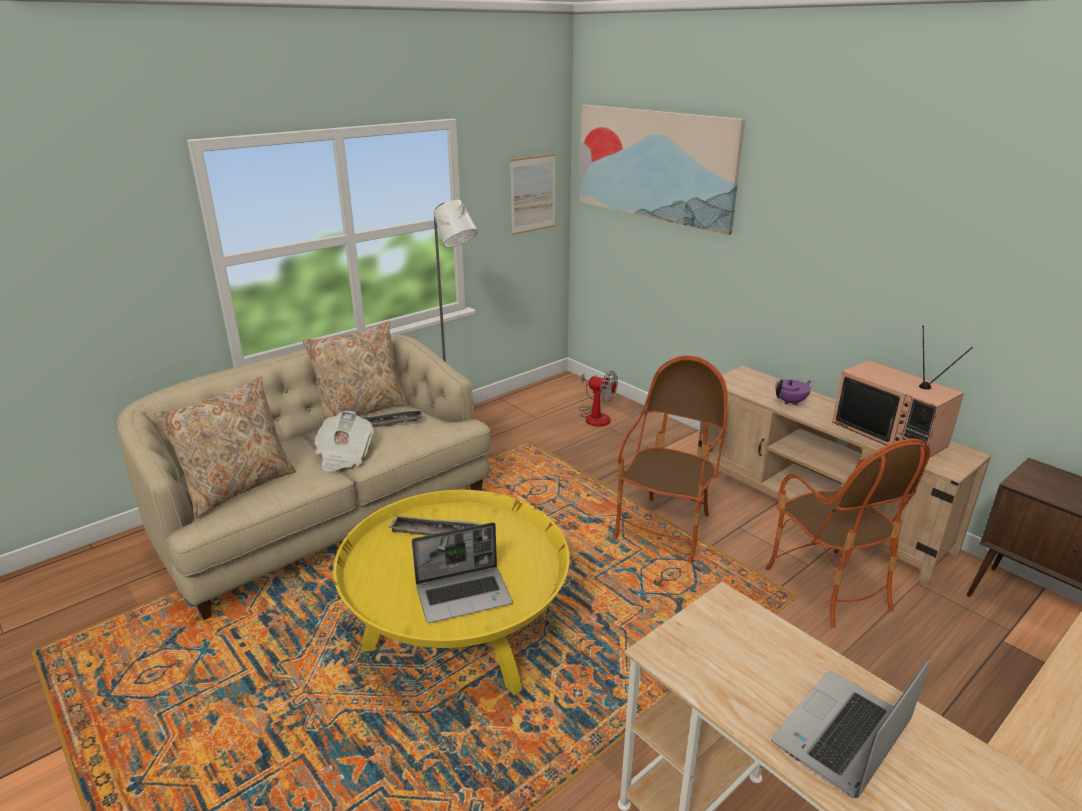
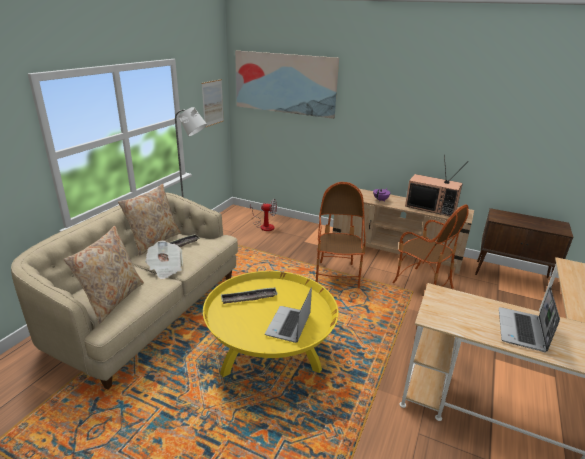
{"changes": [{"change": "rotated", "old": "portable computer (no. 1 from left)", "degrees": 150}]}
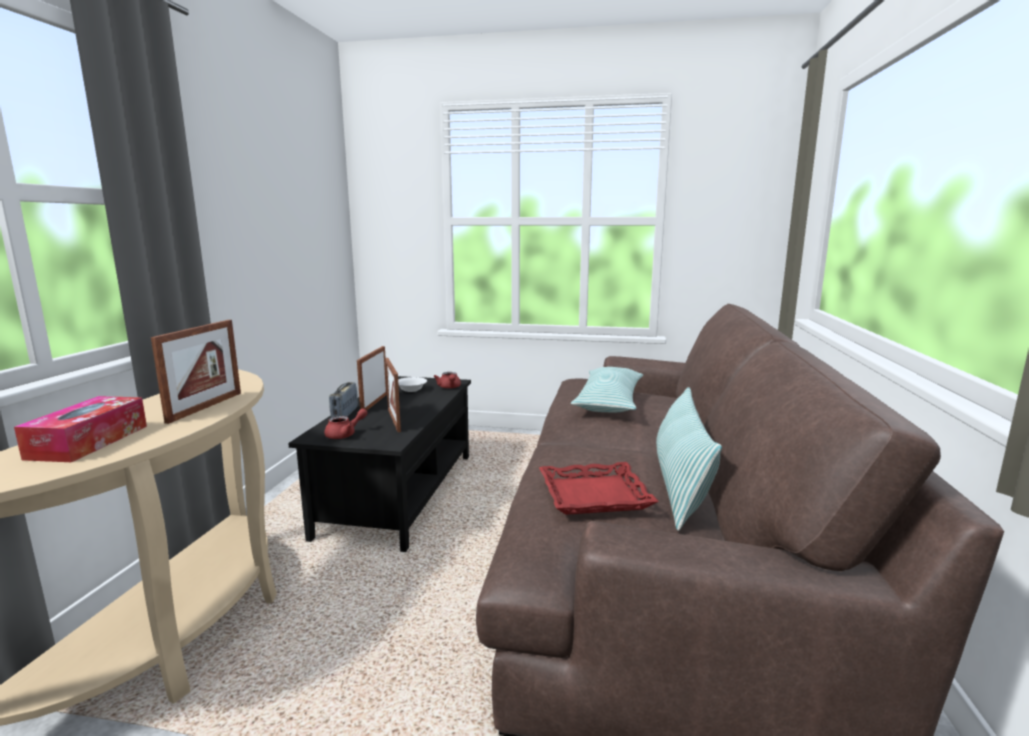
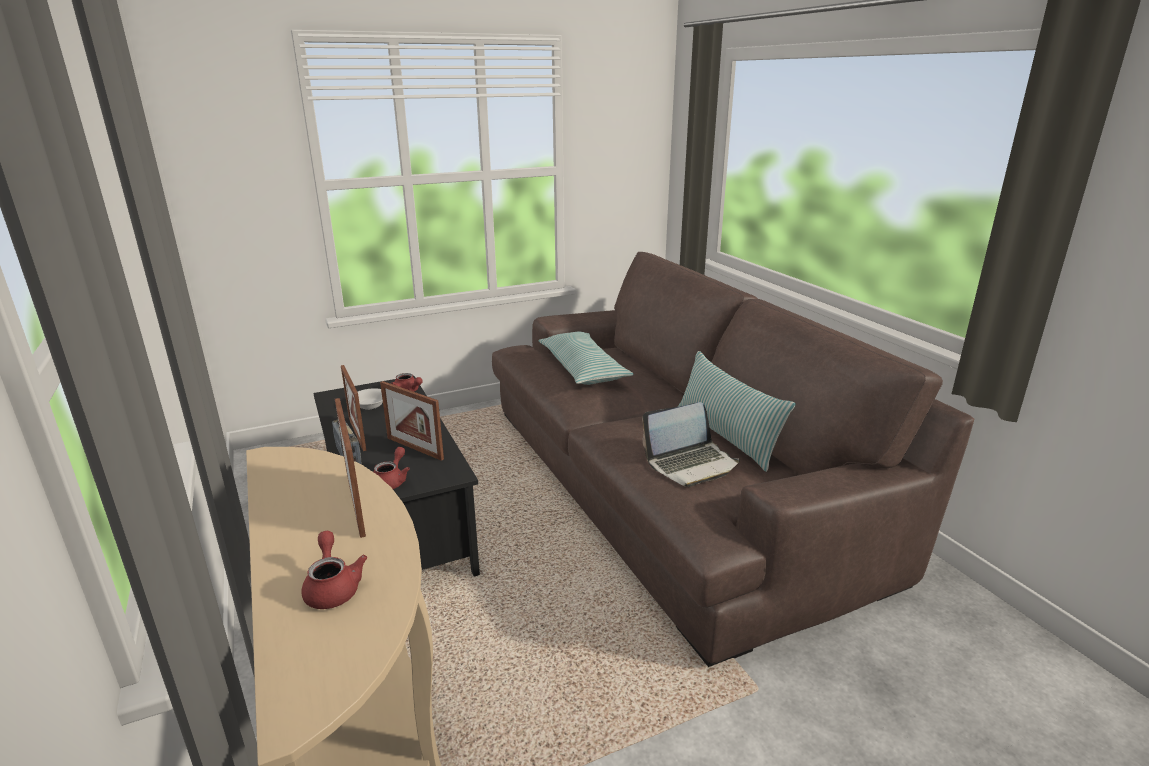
{"changes": [{"change": "swapped", "old": "box of tissues", "new": "pot for tea (red) (no. 1 from left)"}, {"change": "swapped", "old": "carrying tray (red)", "new": "portable computer"}]}
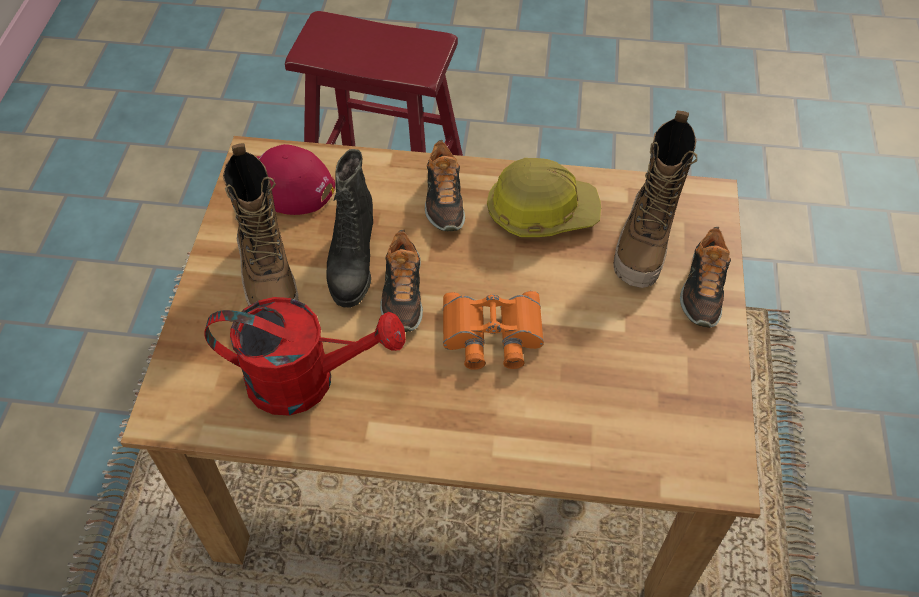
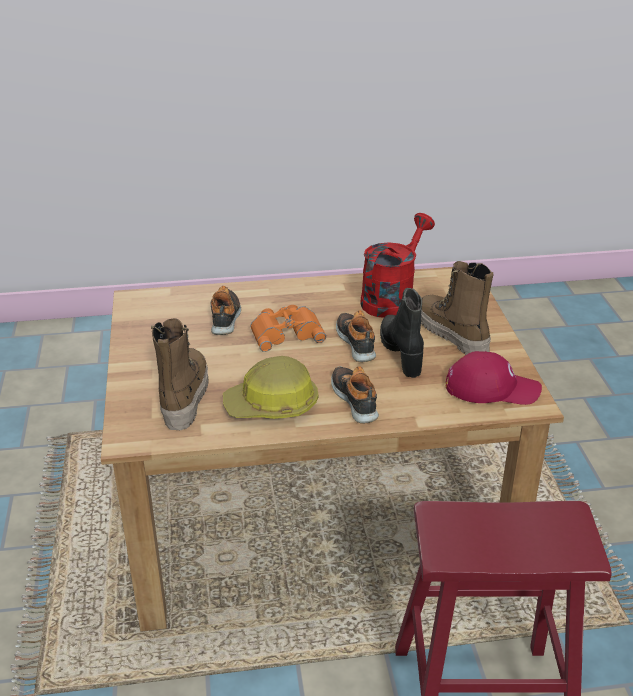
{"changes": [{"change": "shifted", "old": "item of footwear (no. 3 from left in the first image)", "new": "item of footwear (no. 1 from left)"}, {"change": "rotated", "old": "watering can (red)", "degrees": 135}]}
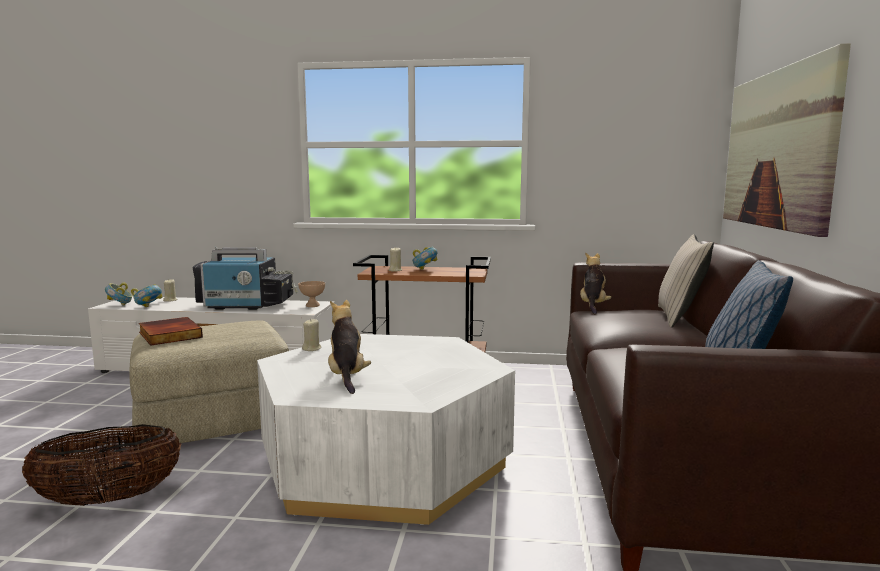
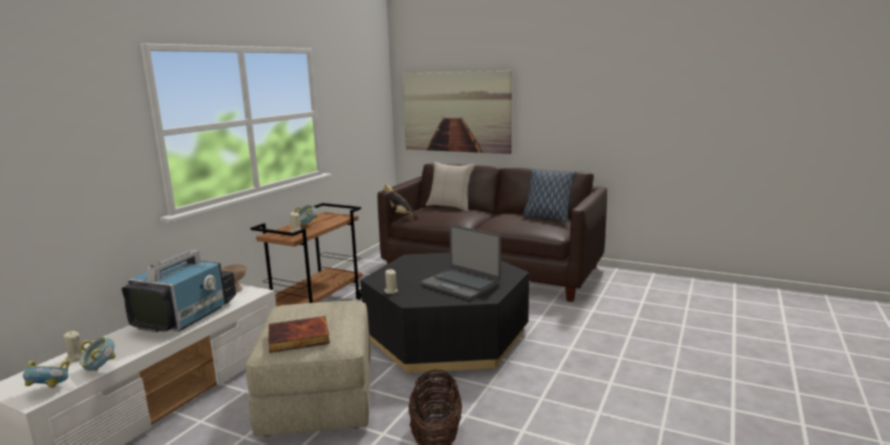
{"changes": [{"change": "swapped", "old": "soft toy (no. 1 from left)", "new": "portable computer"}, {"change": "repainted", "old": "coffee table (whitish)", "new": "coffee table (black)"}]}
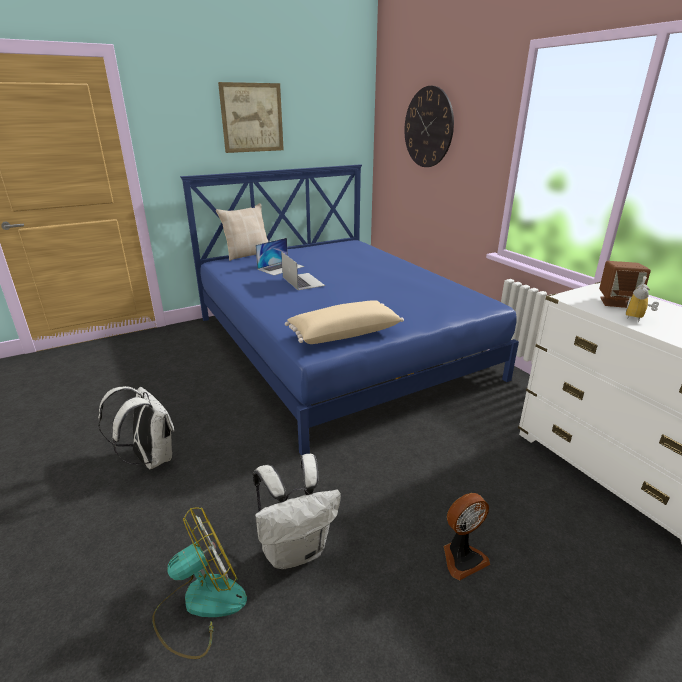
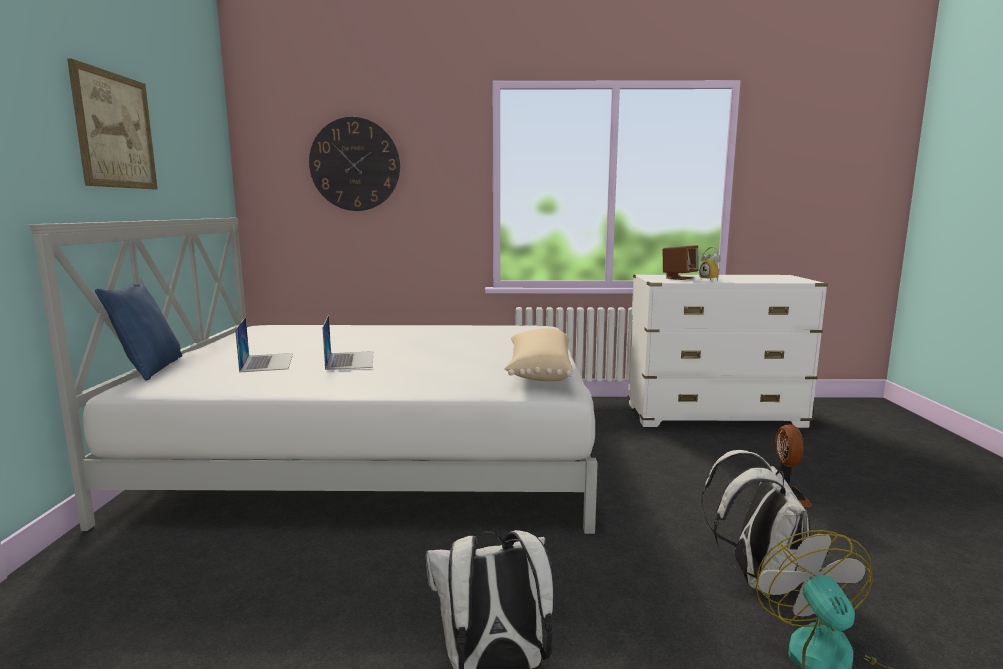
{"changes": [{"change": "repainted", "old": "bedroom bed (bluish)", "new": "bedroom bed (whitish)"}, {"change": "repainted", "old": "throw pillow (sand-coloured) (no. 1 from left)", "new": "throw pillow (bluish)"}, {"change": "rotated", "old": "portable computer (no. 2 from left)", "degrees": 75}]}
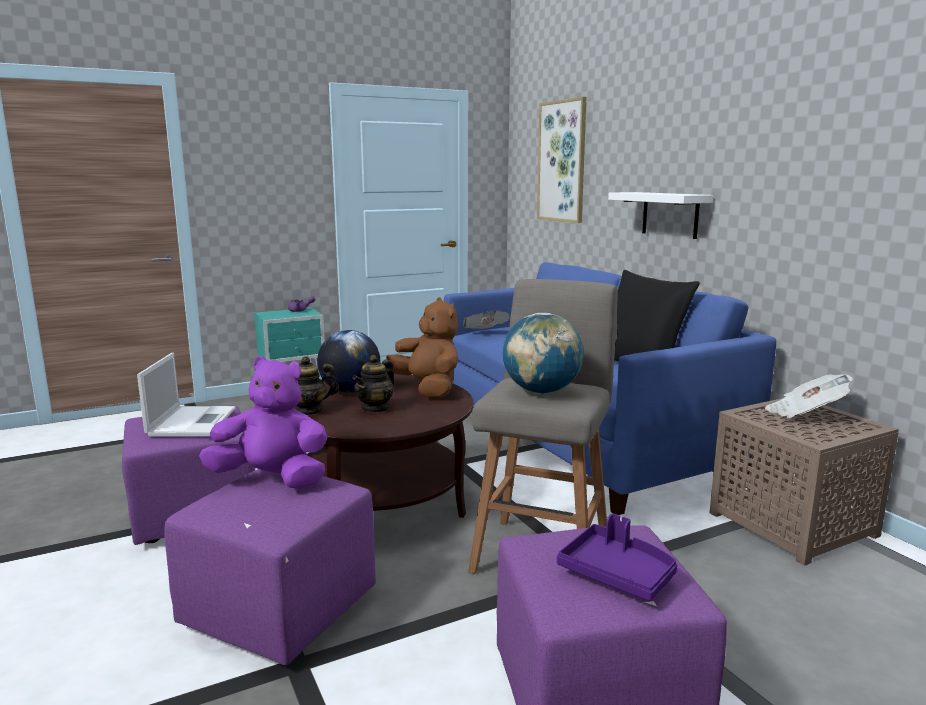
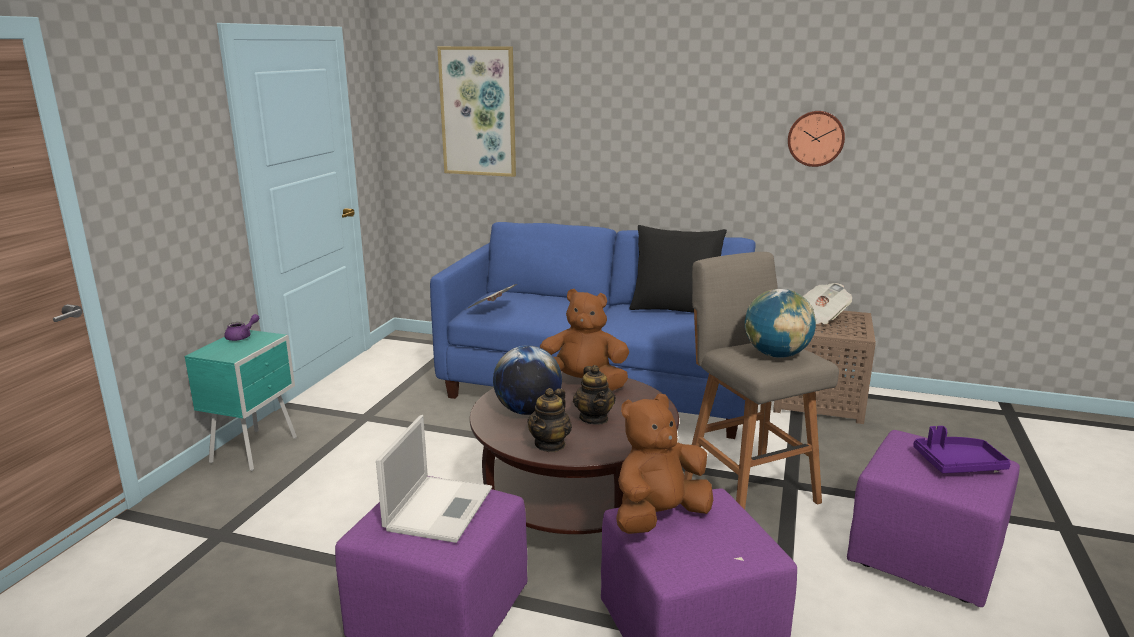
{"changes": [{"change": "gone", "old": "bracket shelf (whitish)"}, {"change": "rotated", "old": "portable computer", "degrees": 60}, {"change": "repainted", "old": "soft toy (purplish)", "new": "soft toy (brown) (no. 2 from left)"}, {"change": "new", "new": "hanging clock"}]}
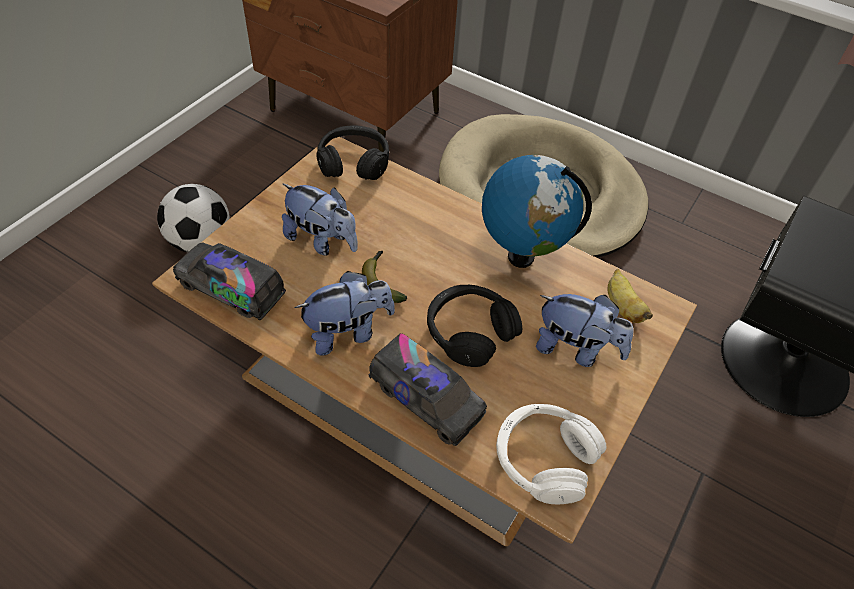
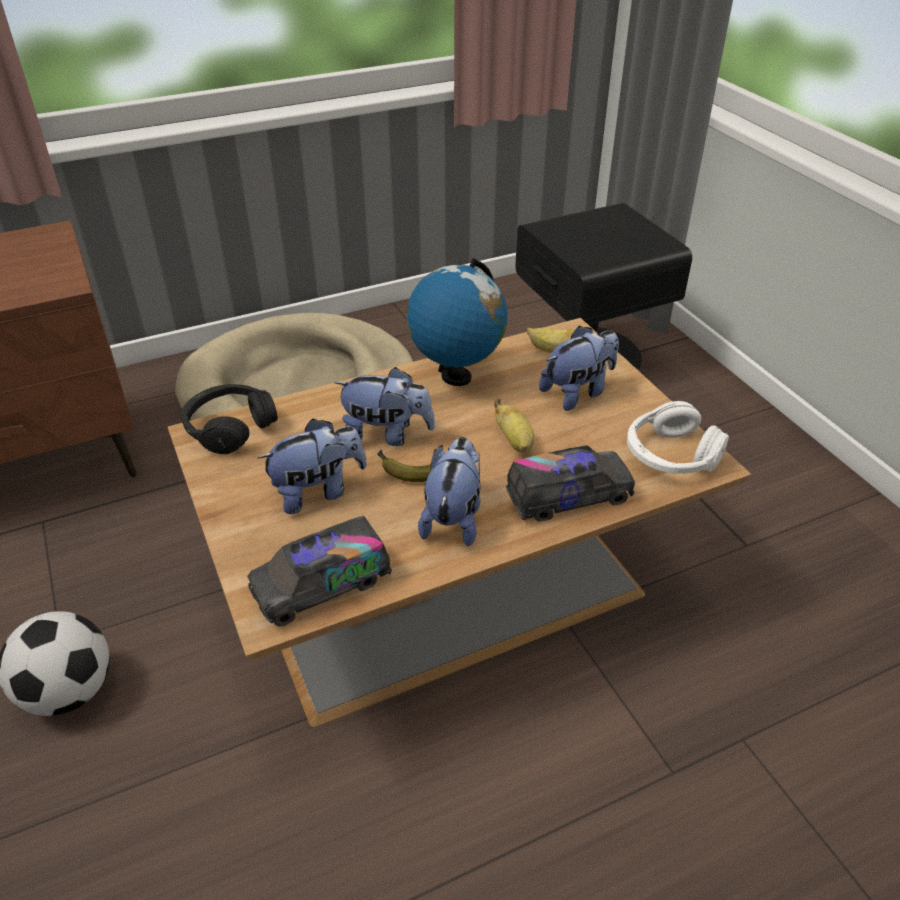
{"changes": [{"change": "swapped", "old": "headphones (black) (no. 2 from left)", "new": "whole banana (no. 2 from left)"}, {"change": "new", "new": "soft toy (no. 2 from left)"}]}
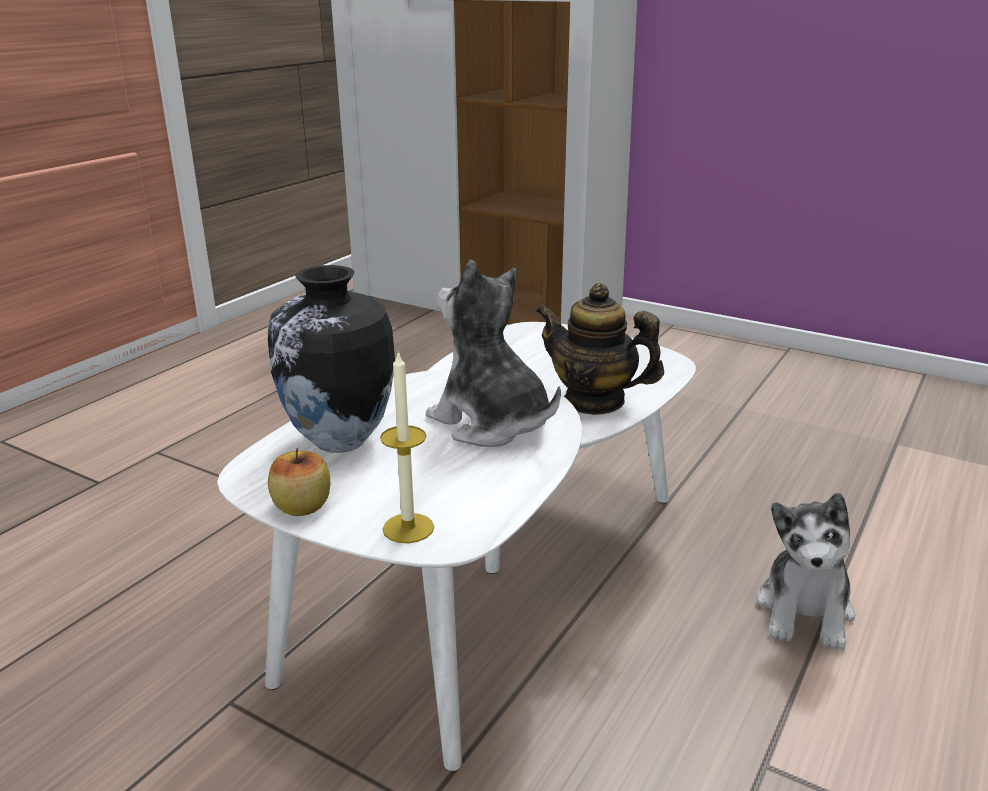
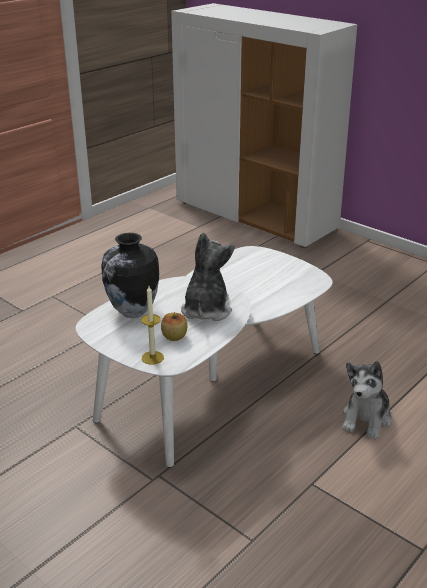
{"changes": [{"change": "rotated", "old": "soft toy (no. 1 from left)", "degrees": 45}, {"change": "gone", "old": "pot for tea"}, {"change": "shifted", "old": "whole apple"}]}
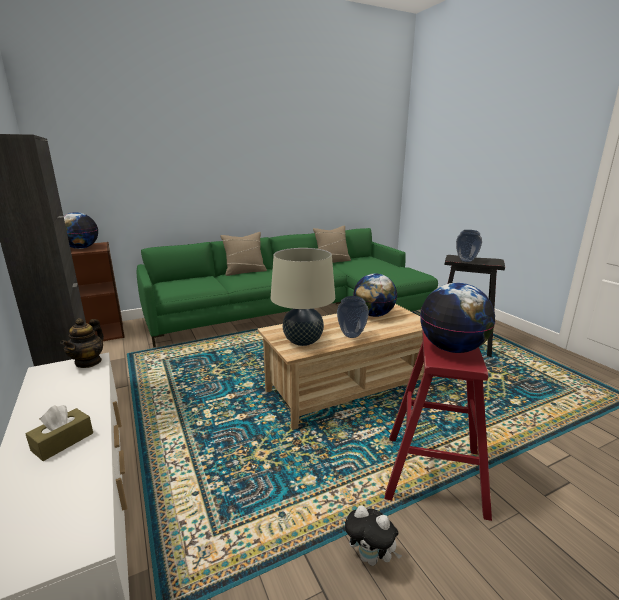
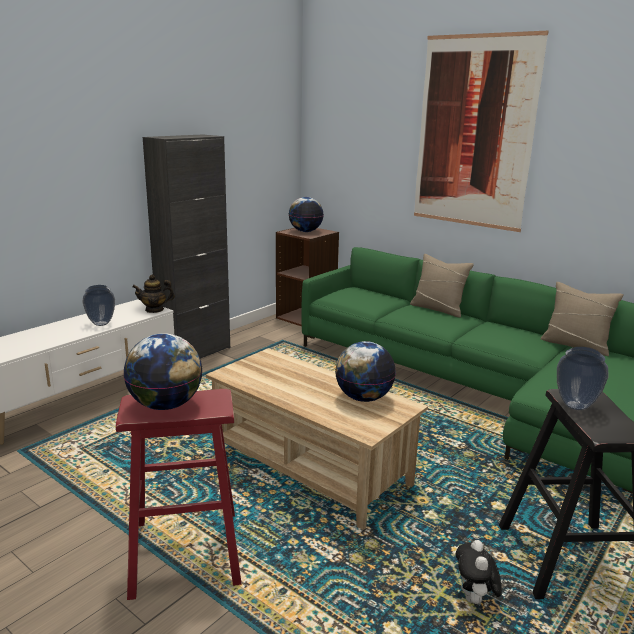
{"changes": [{"change": "gone", "old": "lamp for a table (sand-coloured)"}, {"change": "shifted", "old": "vase (no. 1 from left)"}, {"change": "gone", "old": "box of tissues (brown)"}, {"change": "shifted", "old": "soft toy"}, {"change": "new", "new": "wall art"}]}
